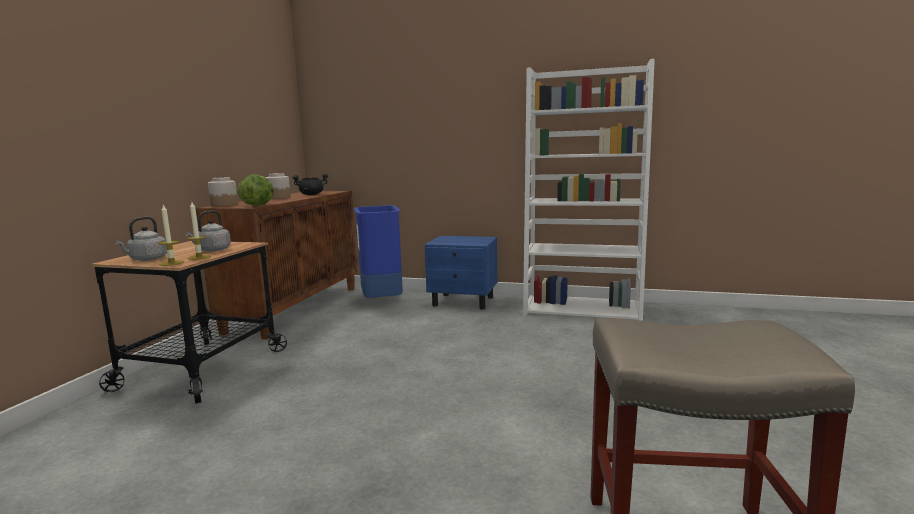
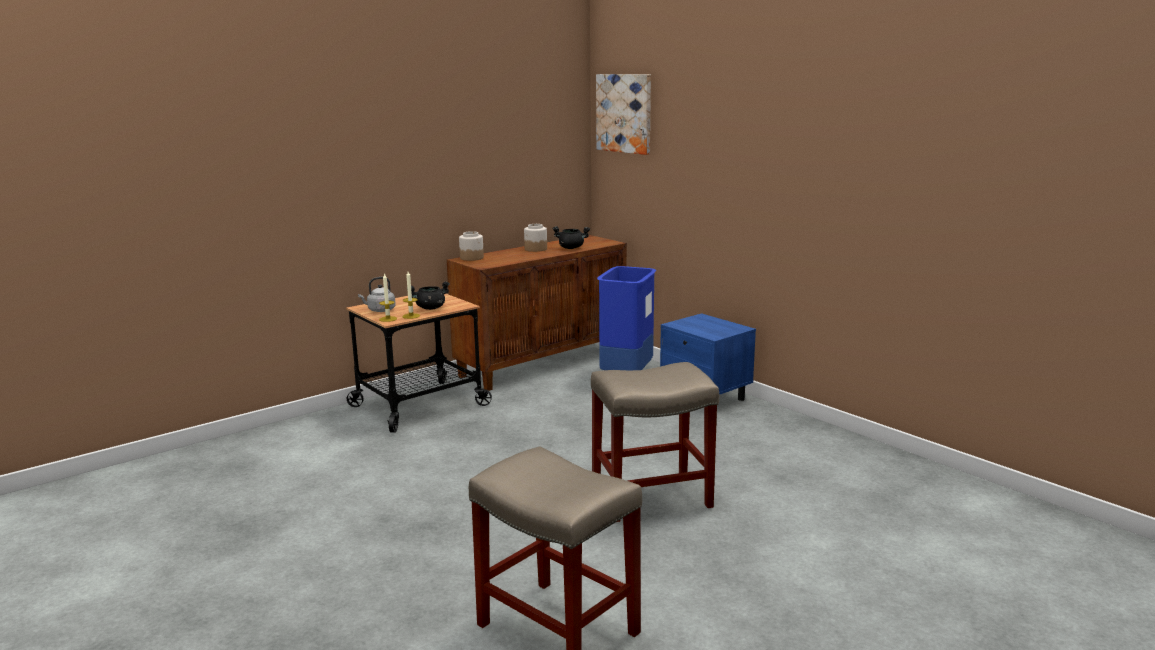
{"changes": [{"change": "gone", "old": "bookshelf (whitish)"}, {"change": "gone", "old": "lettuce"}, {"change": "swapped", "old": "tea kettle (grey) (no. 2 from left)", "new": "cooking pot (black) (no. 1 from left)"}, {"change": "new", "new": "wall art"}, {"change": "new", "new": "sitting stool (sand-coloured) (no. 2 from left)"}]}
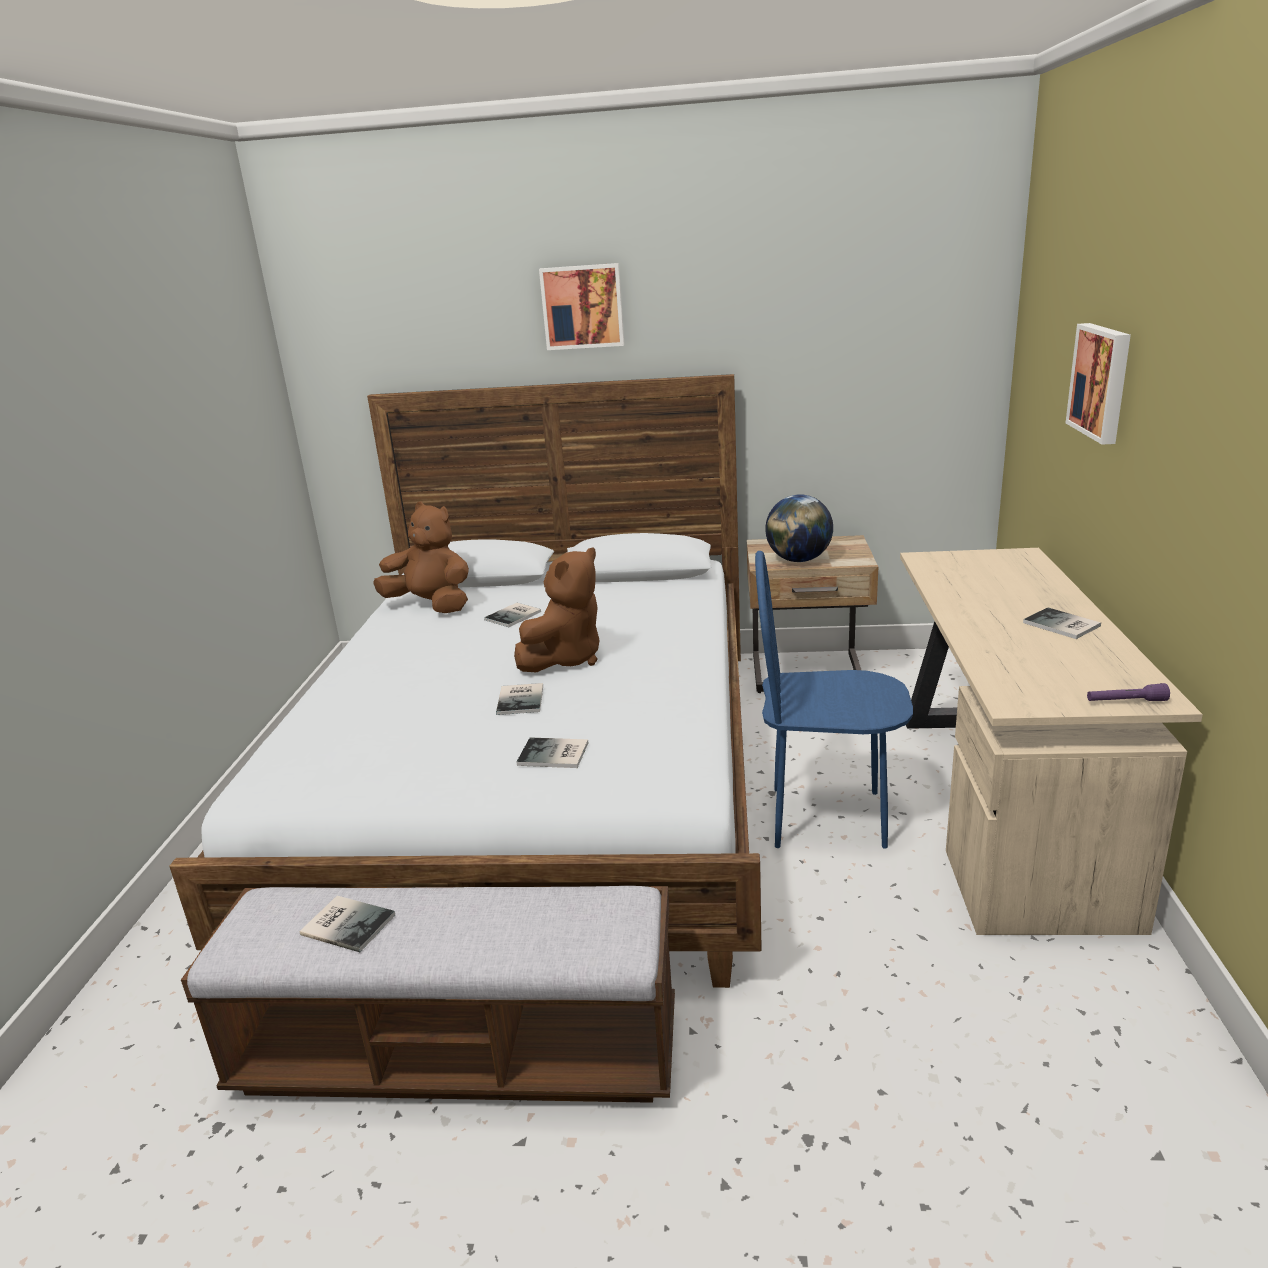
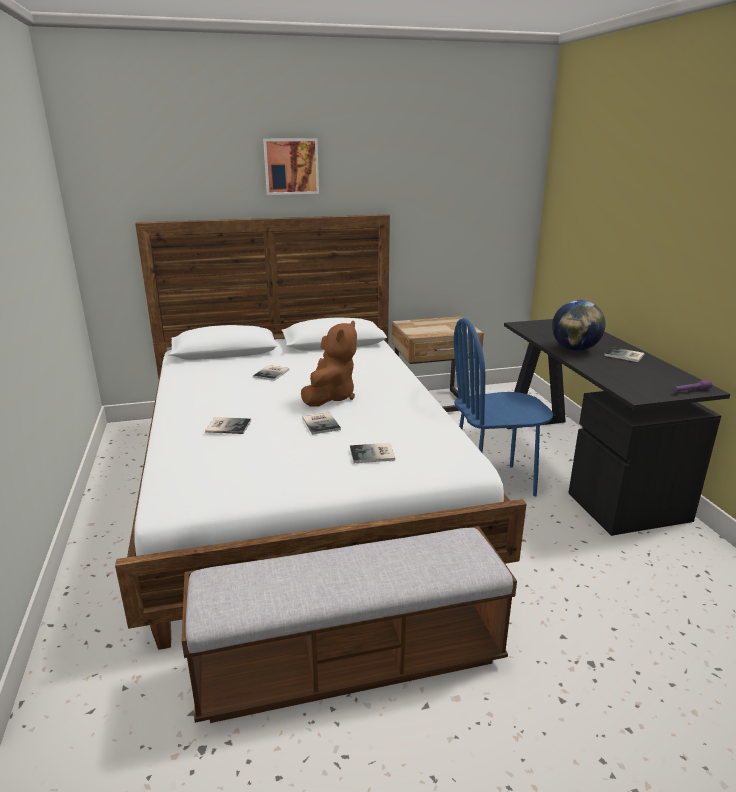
{"changes": [{"change": "gone", "old": "wall art (no. 2 from left)"}, {"change": "shifted", "old": "globe"}, {"change": "gone", "old": "soft toy (brown) (no. 1 from left)"}, {"change": "repainted", "old": "desk unit (sand-coloured)", "new": "desk unit (black)"}, {"change": "shifted", "old": "bound book (no. 1 from left)"}]}
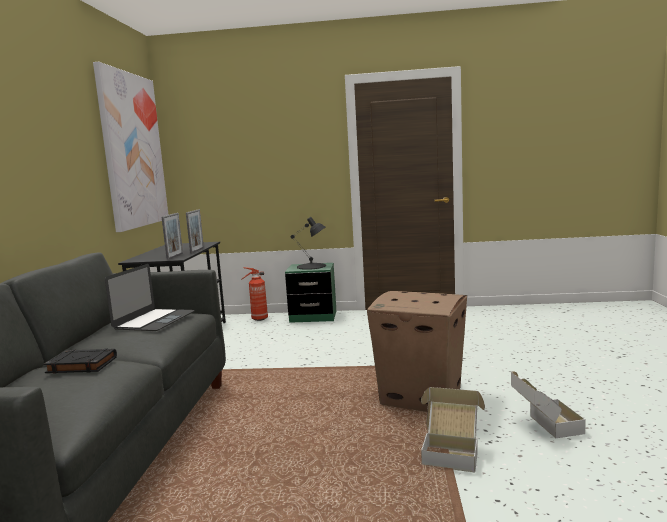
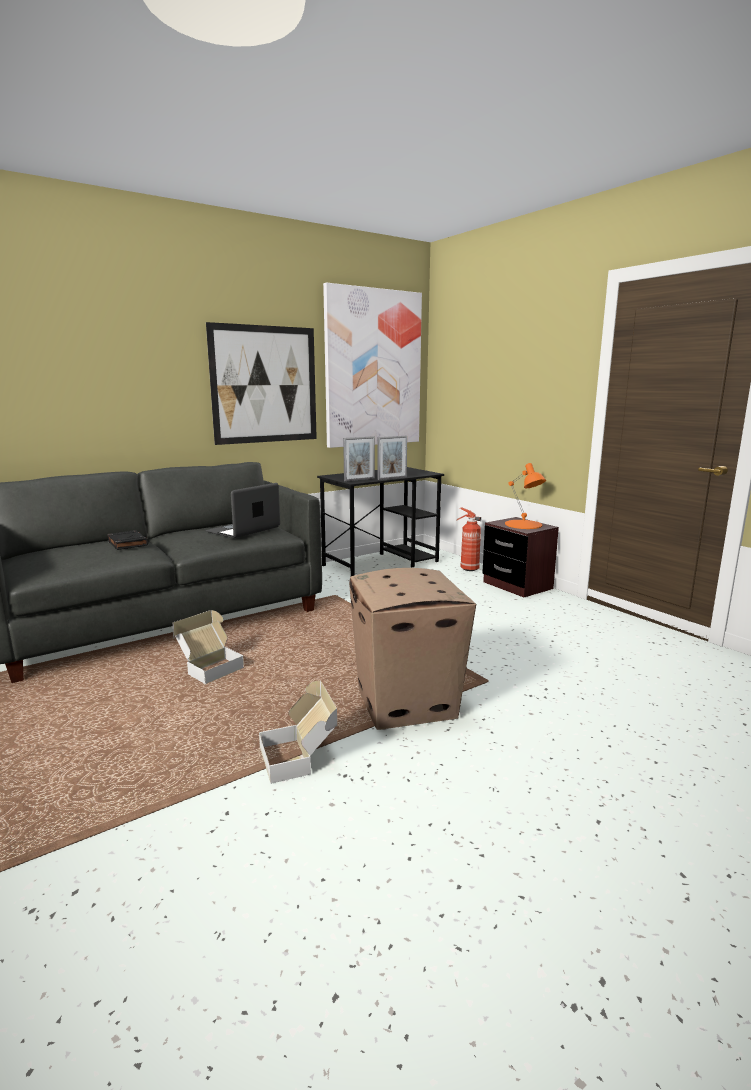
{"changes": [{"change": "repainted", "old": "lamp for a table (black)", "new": "lamp for a table (orangey)"}, {"change": "repainted", "old": "night table (green)", "new": "night table (brown)"}, {"change": "rotated", "old": "portable computer", "degrees": 150}, {"change": "shifted", "old": "packing box (no. 3 from left in the first image)", "new": "packing box (no. 1 from left)"}, {"change": "new", "new": "wall art (no. 1 from left)"}]}
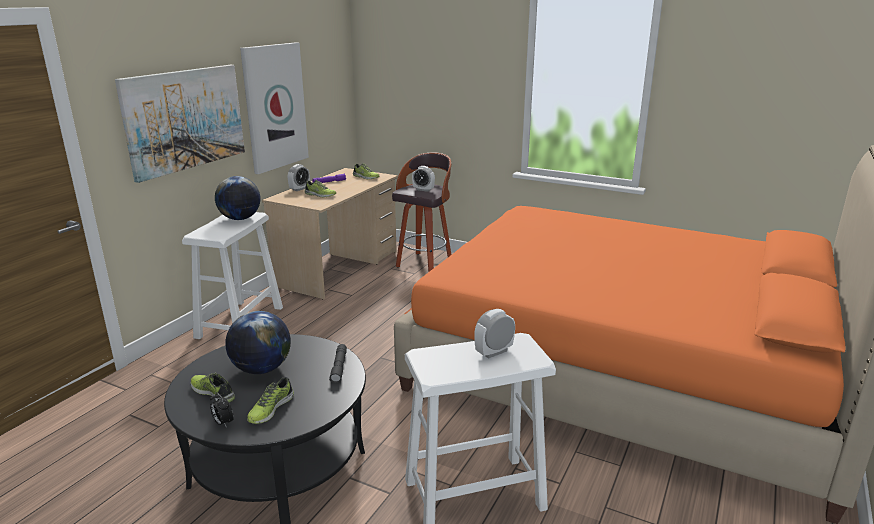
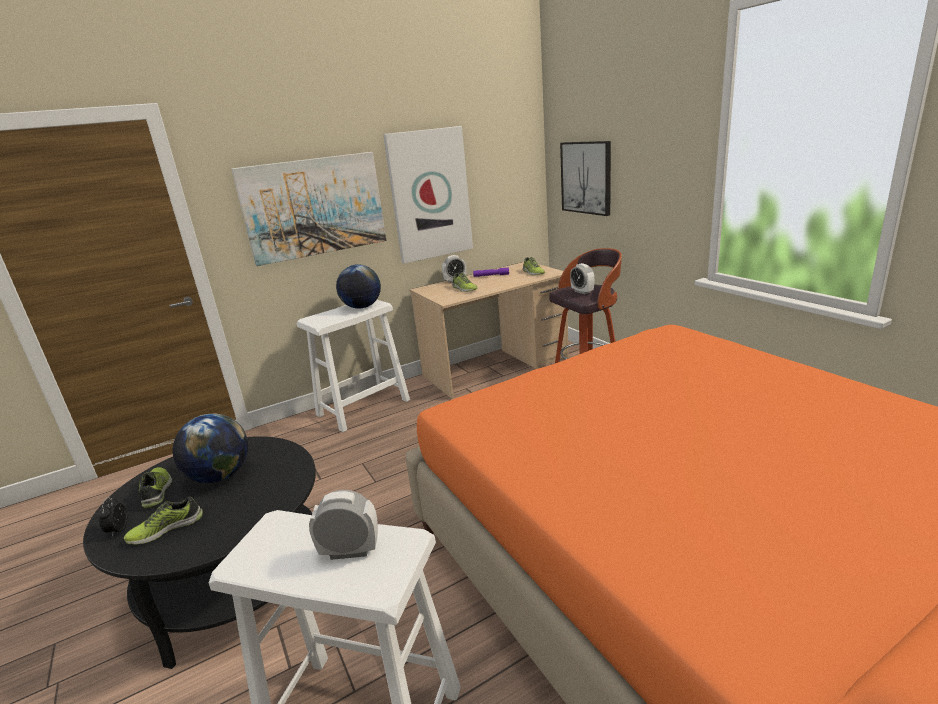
{"changes": [{"change": "gone", "old": "torch (grey)"}, {"change": "new", "new": "wall art (no. 3 from left)"}]}
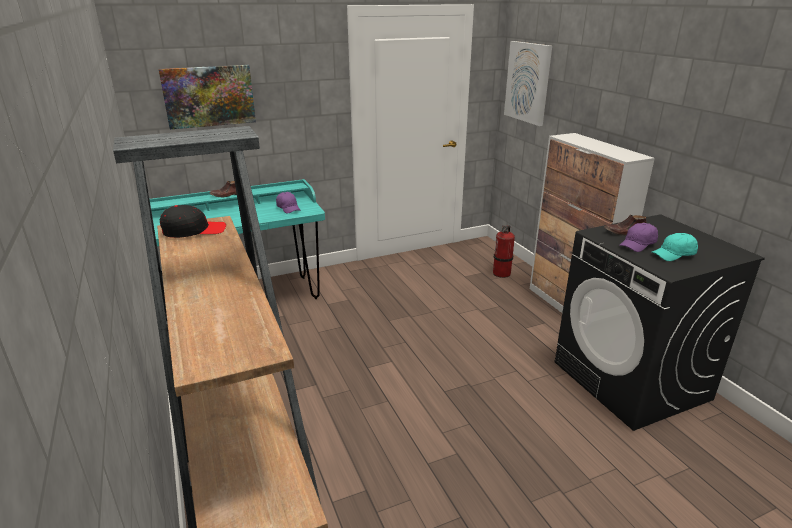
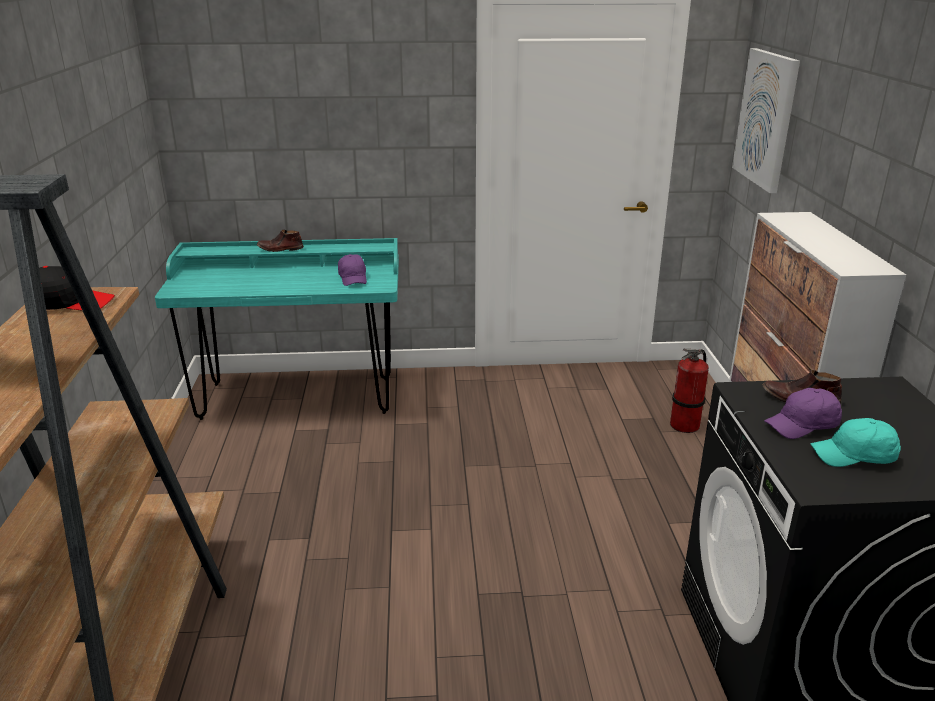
{"changes": [{"change": "gone", "old": "wall art (no. 1 from left)"}]}
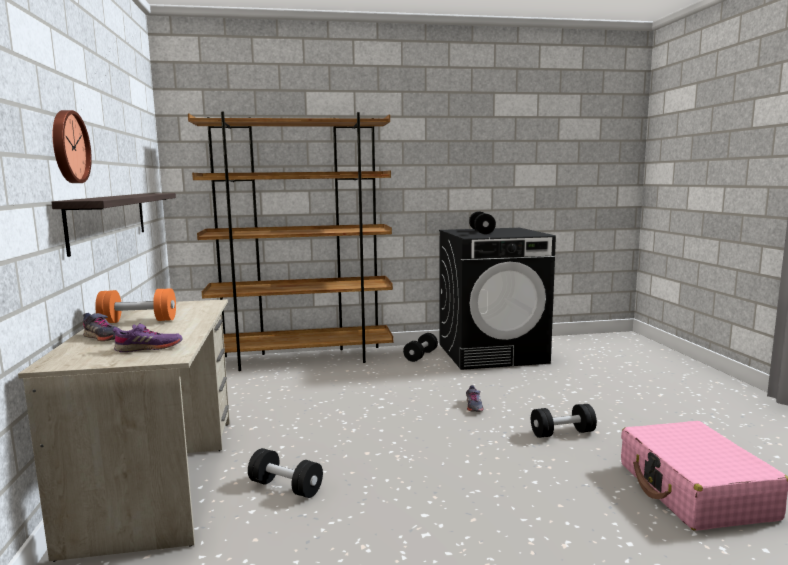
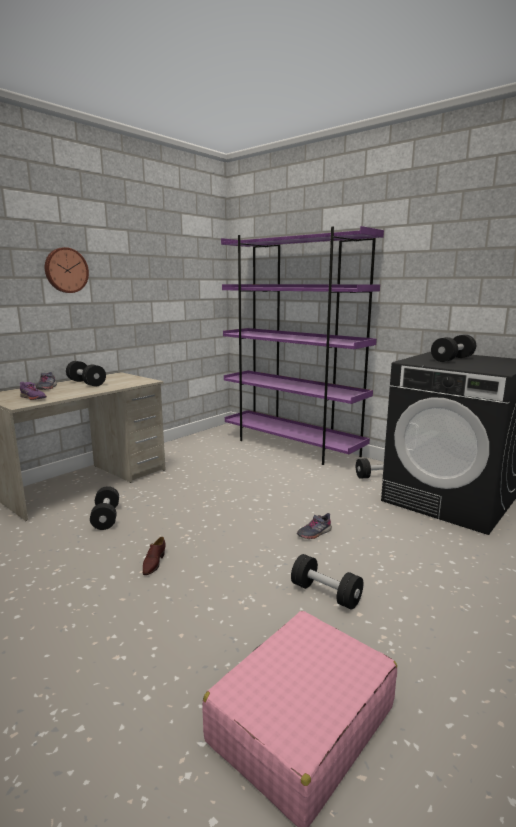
{"changes": [{"change": "repainted", "old": "bookshelf (brown)", "new": "bookshelf (purplish)"}, {"change": "gone", "old": "bracket shelf"}, {"change": "repainted", "old": "dumbbell (orangey)", "new": "dumbbell (black) (no. 1 from left)"}, {"change": "new", "new": "item of footwear (brown)"}]}
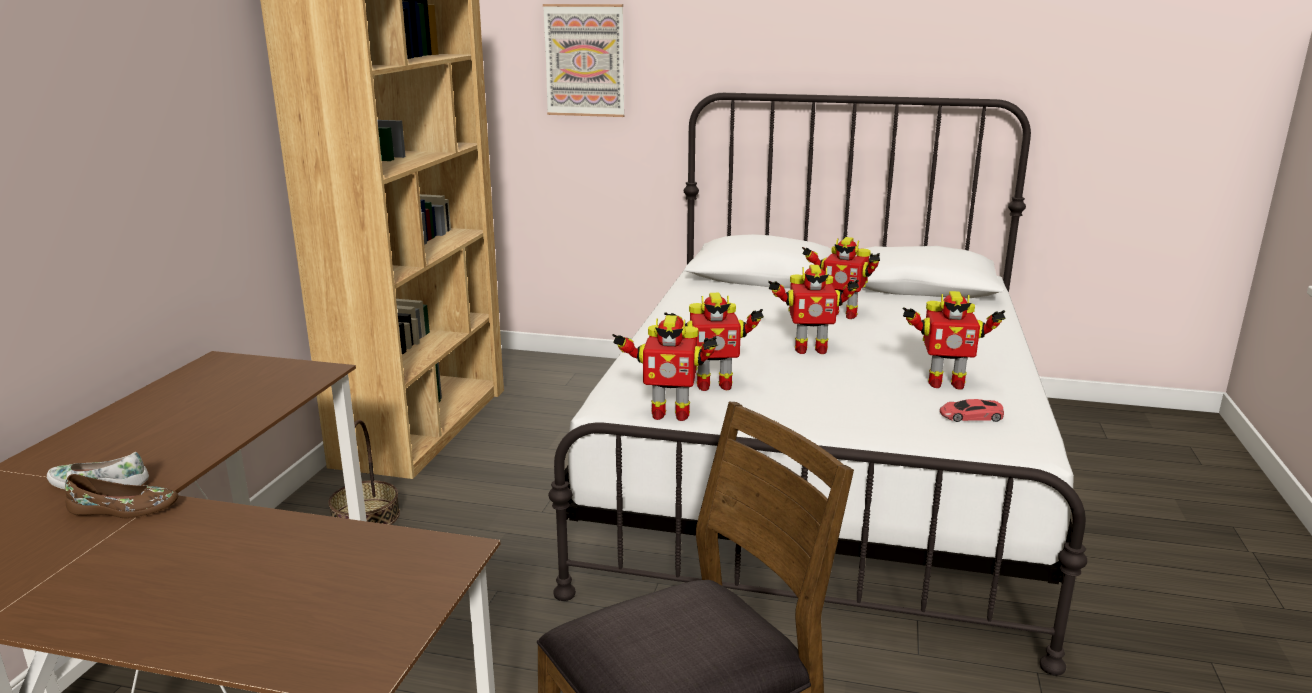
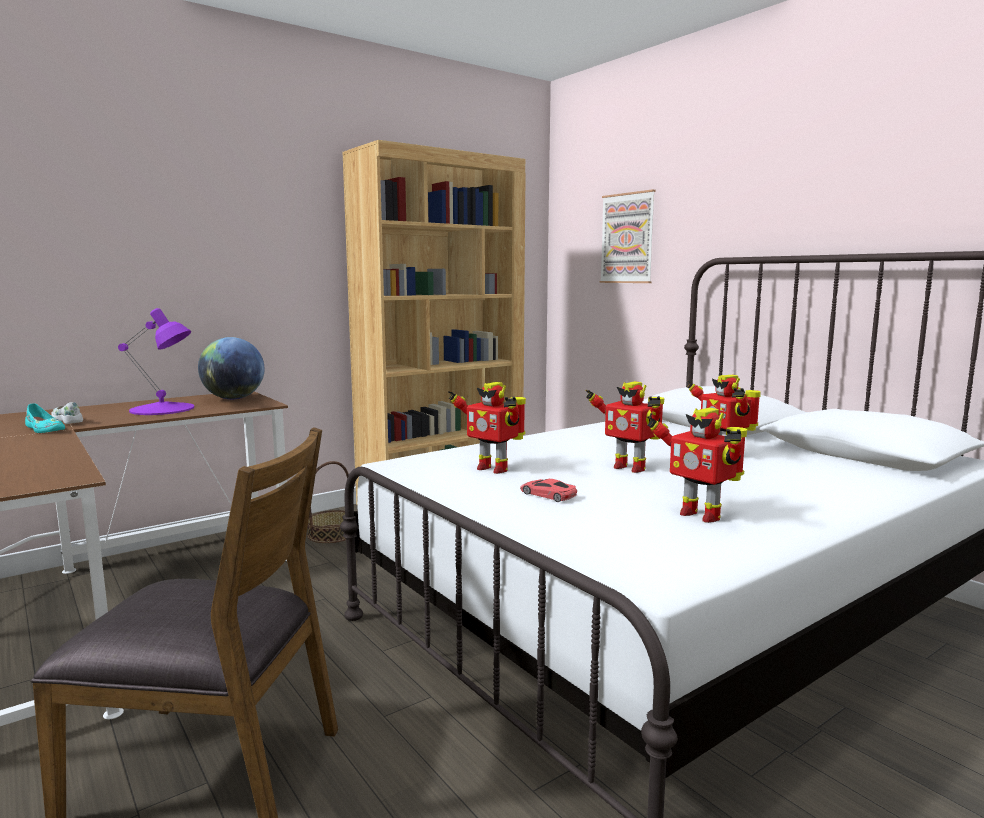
{"changes": [{"change": "gone", "old": "toy robot (no. 1 from left)"}, {"change": "shifted", "old": "miniature car (red)"}, {"change": "repainted", "old": "item of footwear (brown)", "new": "item of footwear (turquoise)"}, {"change": "new", "new": "lamp for a table (purplish)"}, {"change": "new", "new": "globe"}]}
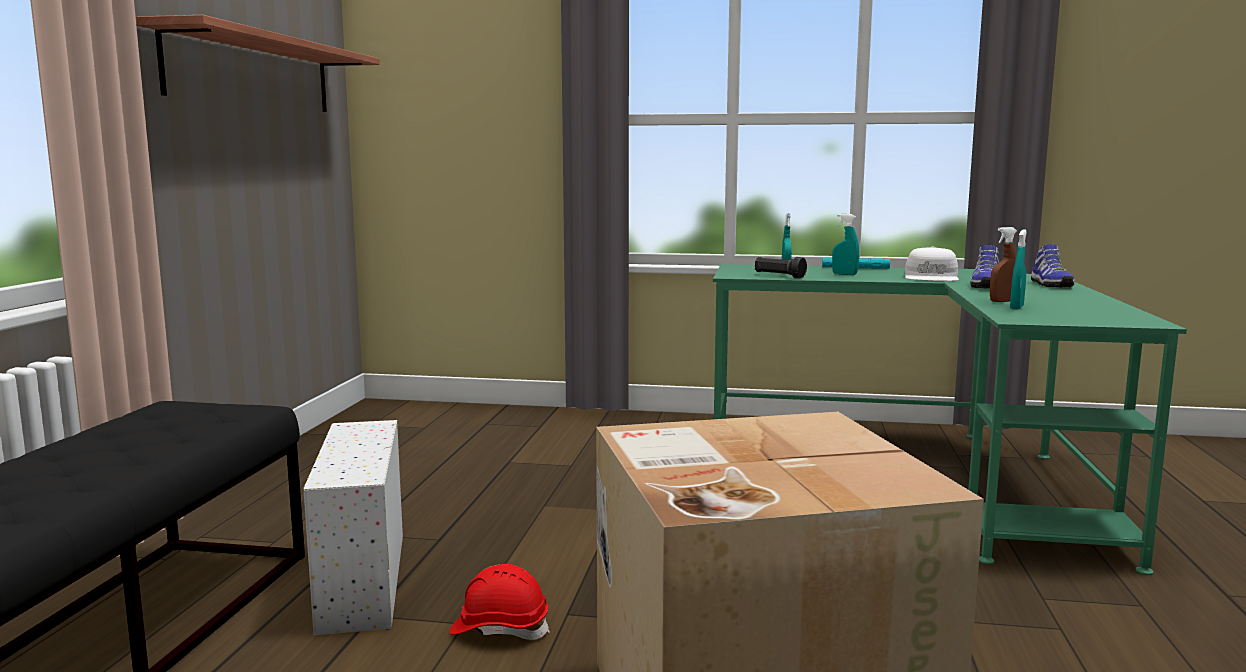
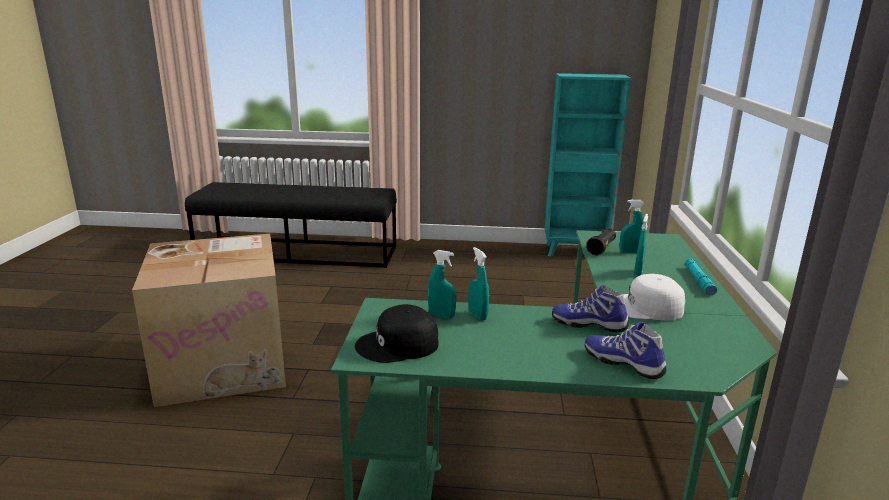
{"changes": [{"change": "gone", "old": "bracket shelf"}, {"change": "repainted", "old": "spray bottle (brown)", "new": "spray bottle (turquoise) (no. 2 from left)"}, {"change": "rotated", "old": "item of footwear (no. 2 from left)", "degrees": 45}, {"change": "gone", "old": "storage bin (whitish)"}, {"change": "gone", "old": "work helmet (red)"}, {"change": "new", "new": "bookshelf (turquoise)"}, {"change": "new", "new": "cap (black)"}]}
